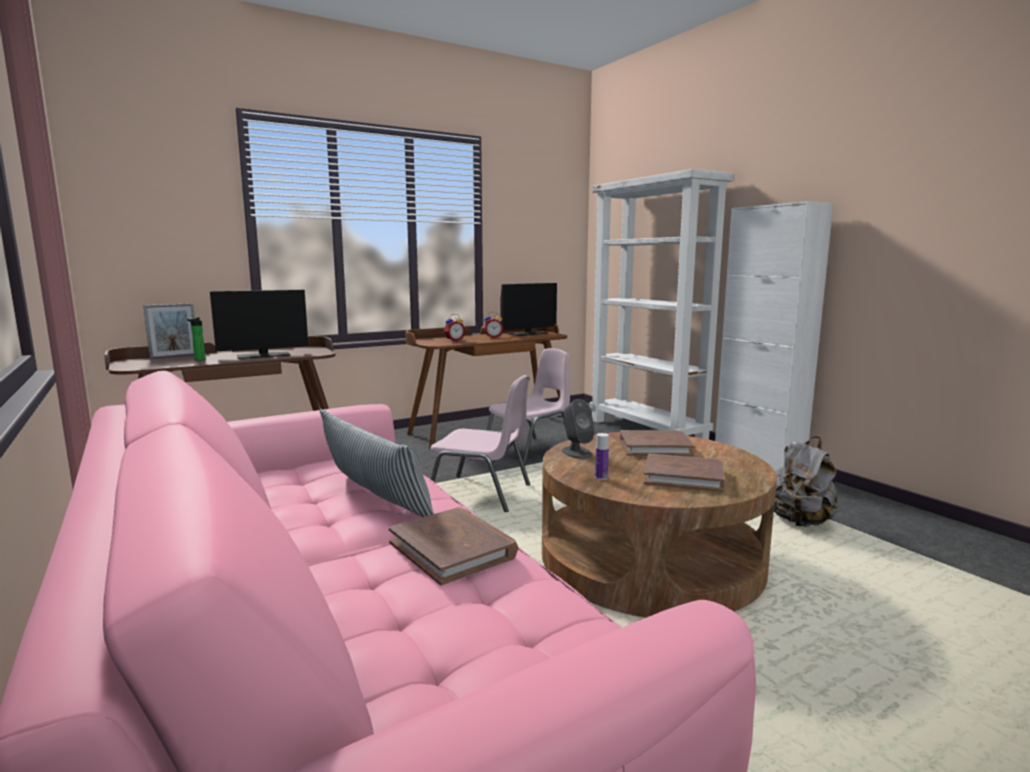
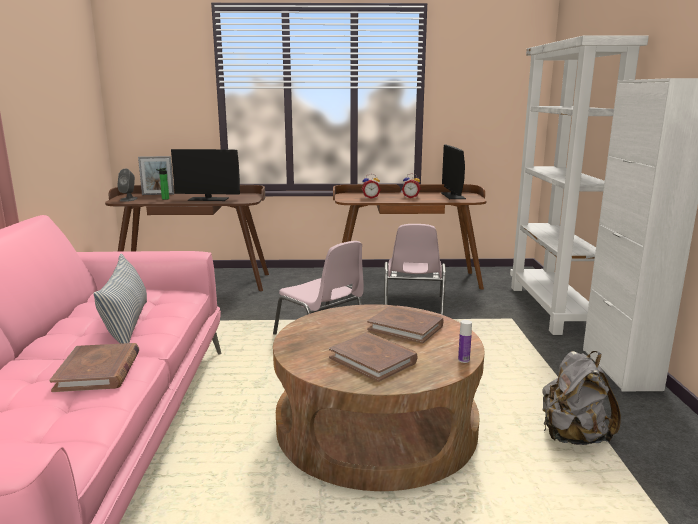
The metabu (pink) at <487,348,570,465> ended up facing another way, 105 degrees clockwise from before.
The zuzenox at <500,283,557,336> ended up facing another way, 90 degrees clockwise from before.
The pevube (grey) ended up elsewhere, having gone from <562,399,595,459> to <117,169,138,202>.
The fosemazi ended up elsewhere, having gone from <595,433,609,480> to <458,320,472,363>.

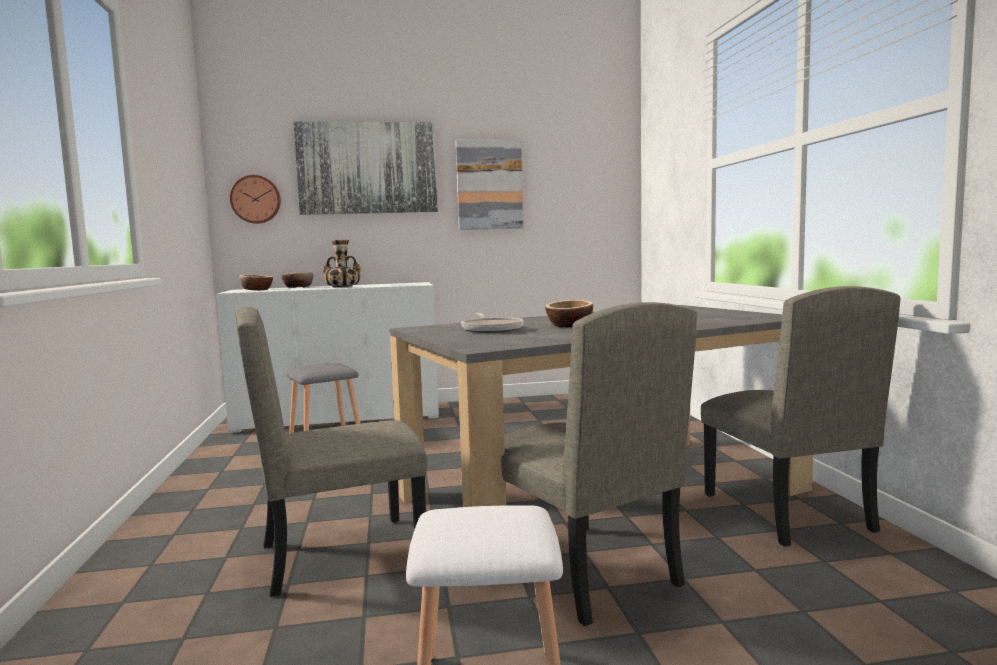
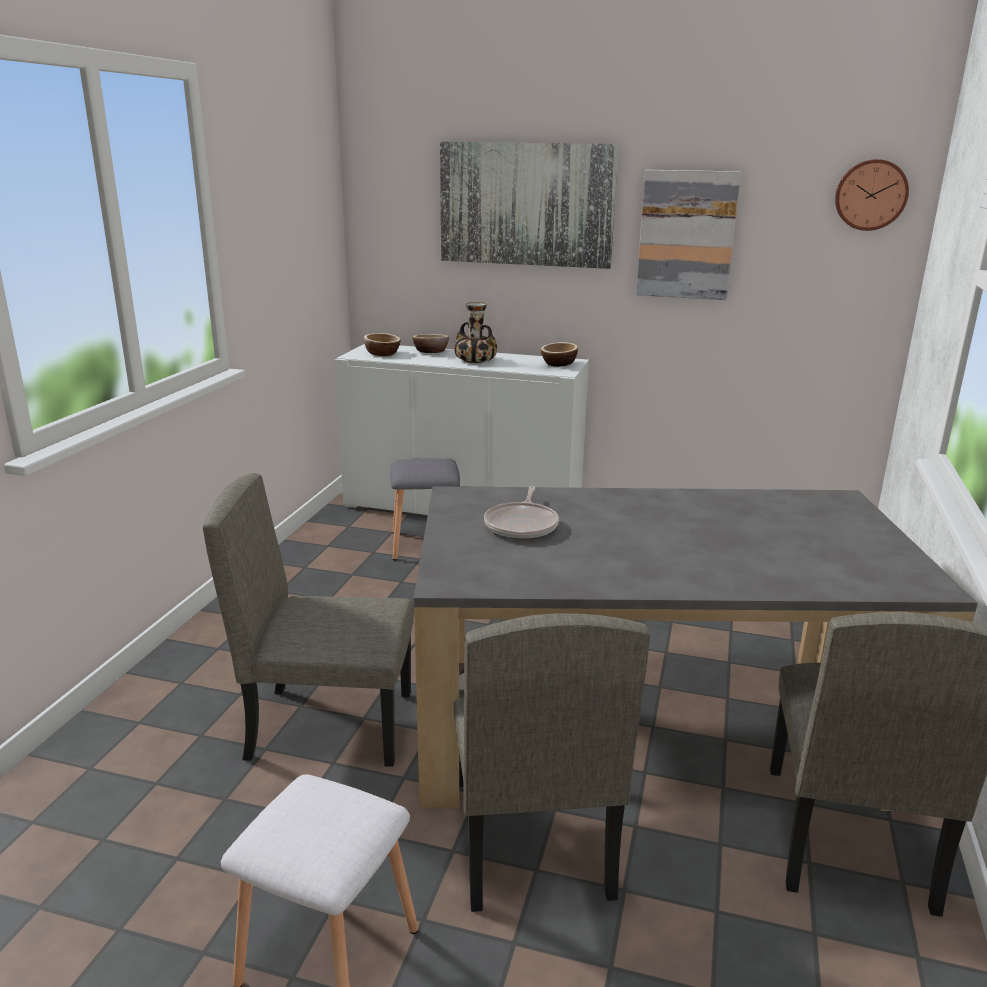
The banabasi ended up elsewhere, having gone from <230,175,281,224> to <835,159,909,231>.
The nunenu ended up elsewhere, having gone from <545,300,593,327> to <541,342,578,367>.

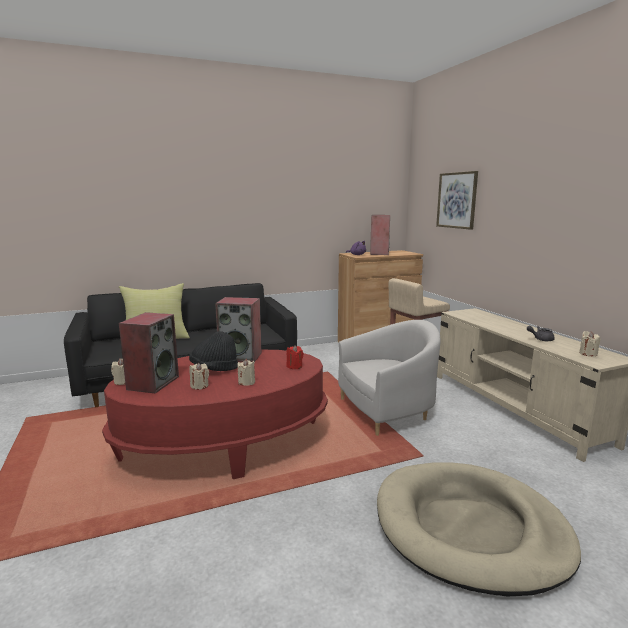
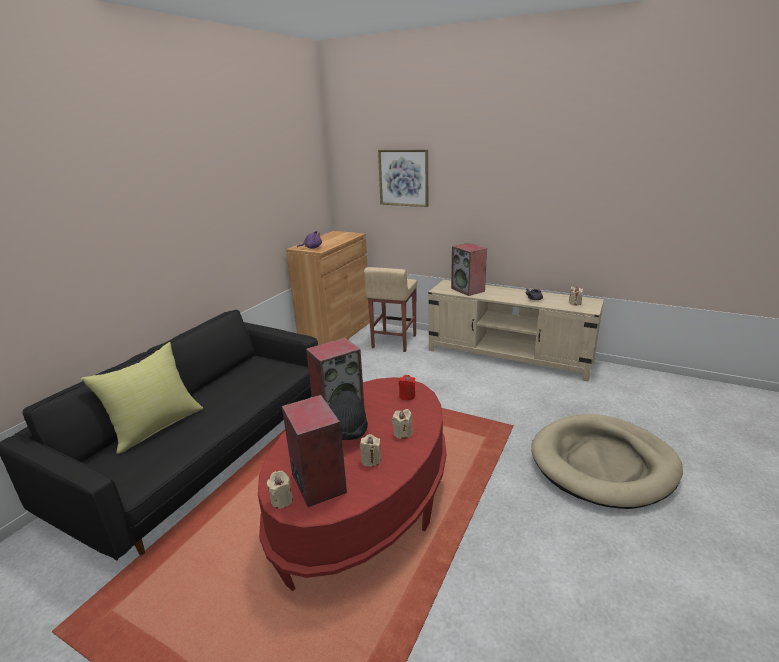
The second view lost the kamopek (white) at <338,320,440,436>.
The pevube ended up elsewhere, having gone from <370,215,390,255> to <451,243,487,296>.

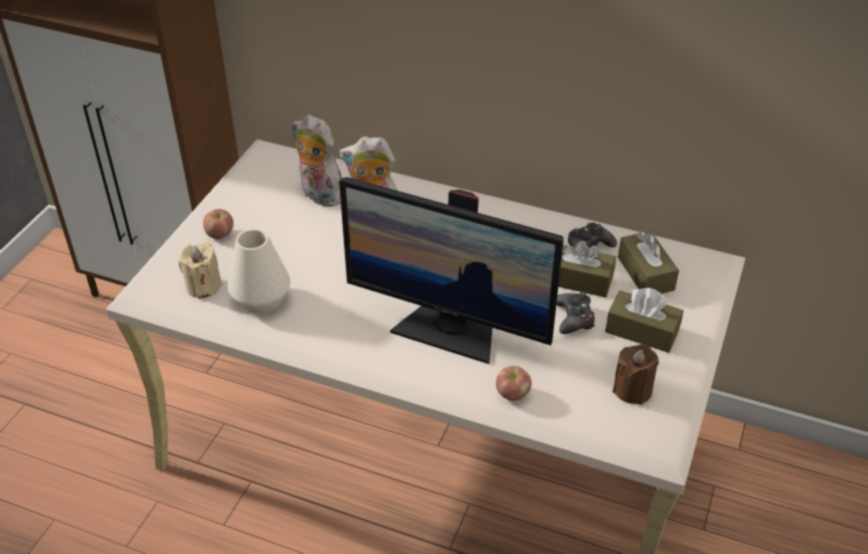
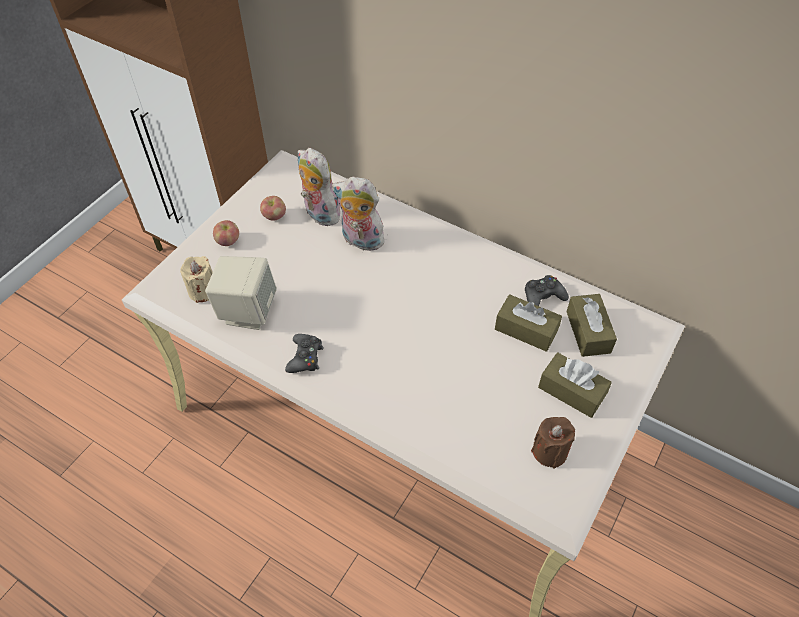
Where the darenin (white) stood at <227,229,290,314>, the pevube (beige) came to stand at <205,256,277,330>.
The second view lost the zuzenox at <339,177,564,364>.
The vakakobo ended up elsewhere, having gone from <496,366,532,401> to <260,196,286,221>.
The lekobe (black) ended up elsewhere, having gone from <556,291,595,334> to <285,334,324,373>.

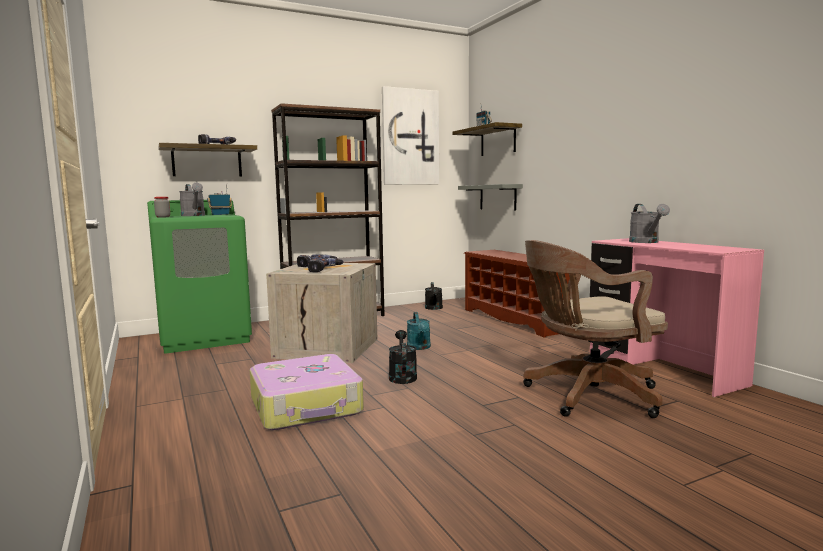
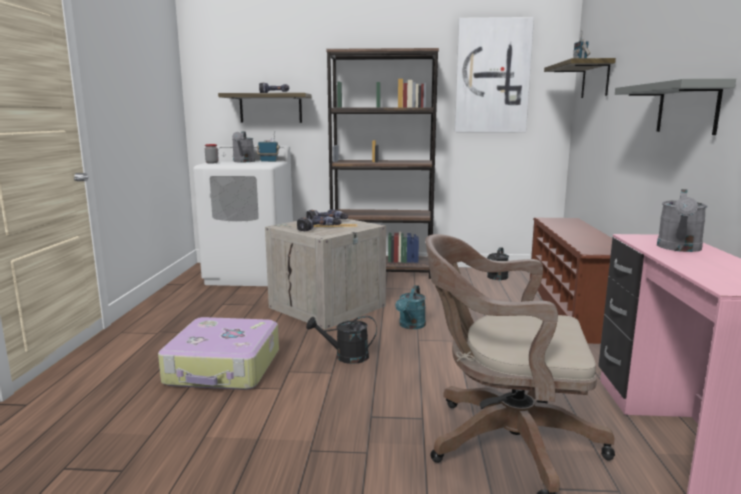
What was the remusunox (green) at <147,200,252,353> turned into the remusunox (white) at <193,145,293,286>.
The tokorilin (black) at <389,330,417,384> ended up facing another way, 120 degrees counterclockwise from before.
The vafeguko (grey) ended up elsewhere, having gone from <458,184,523,211> to <615,78,736,135>.

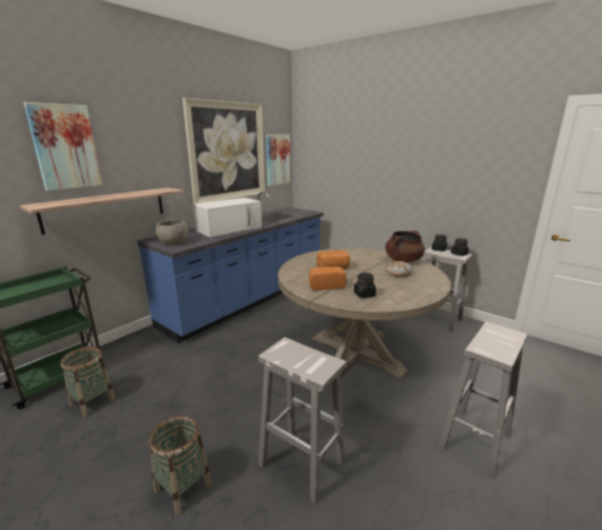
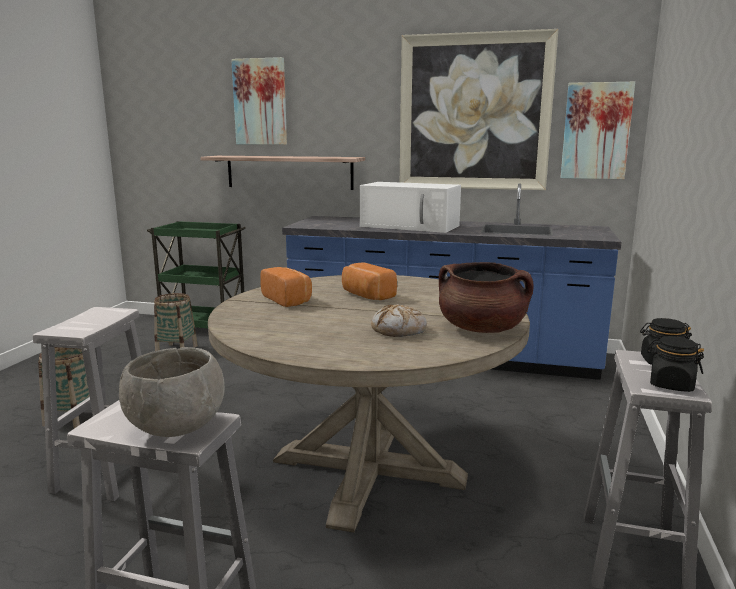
The nunenu (grey) ended up elsewhere, having gone from <156,219,188,245> to <119,347,225,437>.
The second view lost the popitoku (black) at <354,273,376,298>.

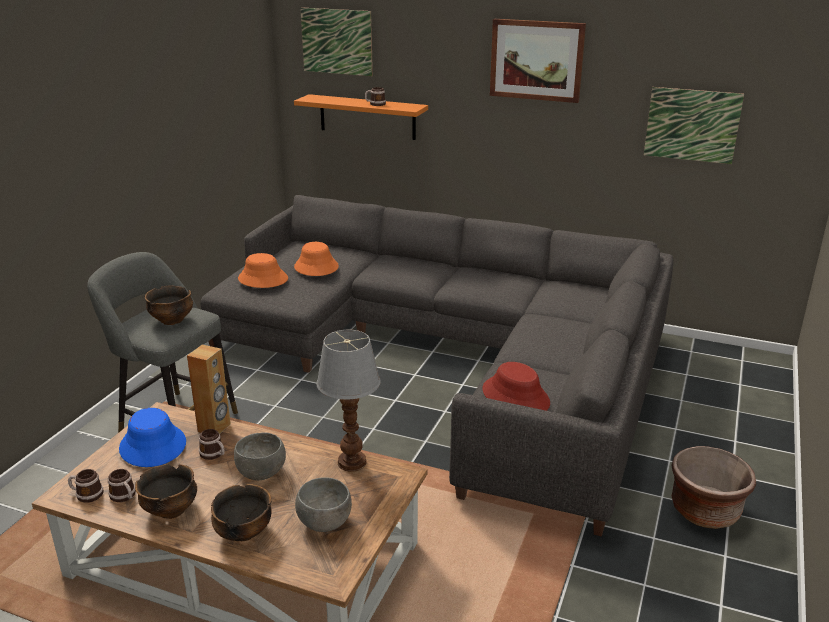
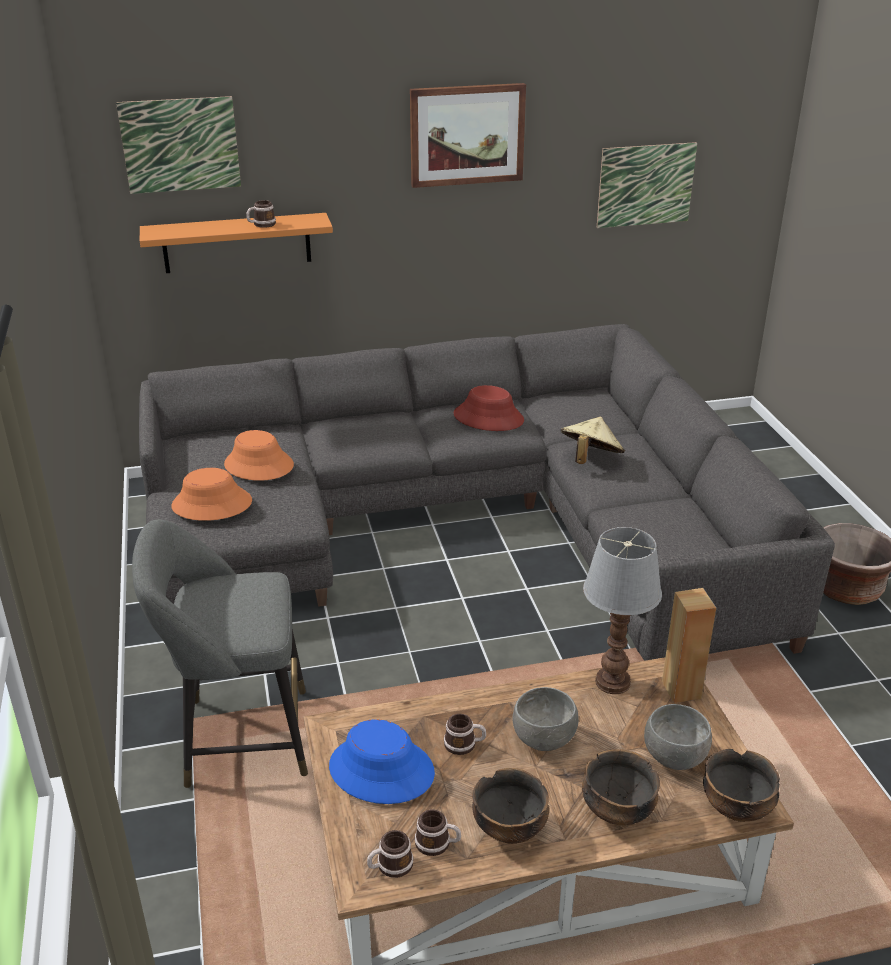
The nunenu ended up elsewhere, having gone from <144,286,193,325> to <703,749,780,822>.
The pevube (brown) ended up elsewhere, having gone from <187,345,231,434> to <662,588,716,703>.
The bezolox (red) ended up elsewhere, having gone from <483,362,550,411> to <454,385,524,431>.
The second view gained the bezolox (beige) at <560,417,625,464>.

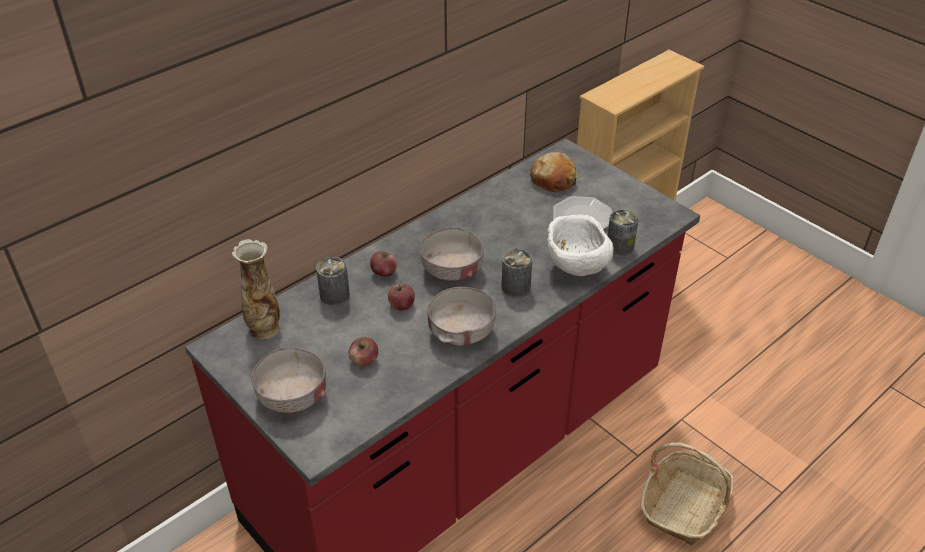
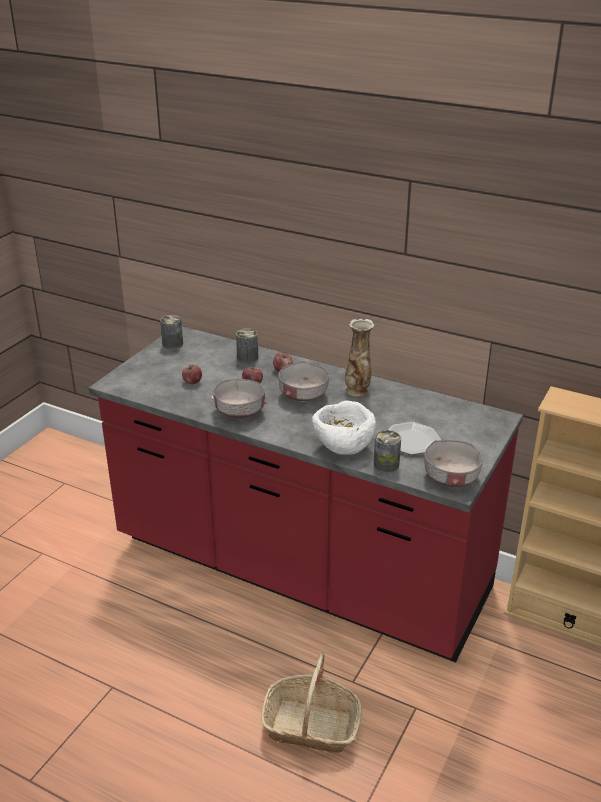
The darenin ended up elsewhere, having gone from <232,239,280,339> to <345,319,374,397>.
The nunenu (grey) ended up elsewhere, having gone from <251,348,326,414> to <424,440,483,487>.
The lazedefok ended up elsewhere, having gone from <501,249,532,298> to <160,315,183,349>.
The second view lost the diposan at <530,152,579,192>.

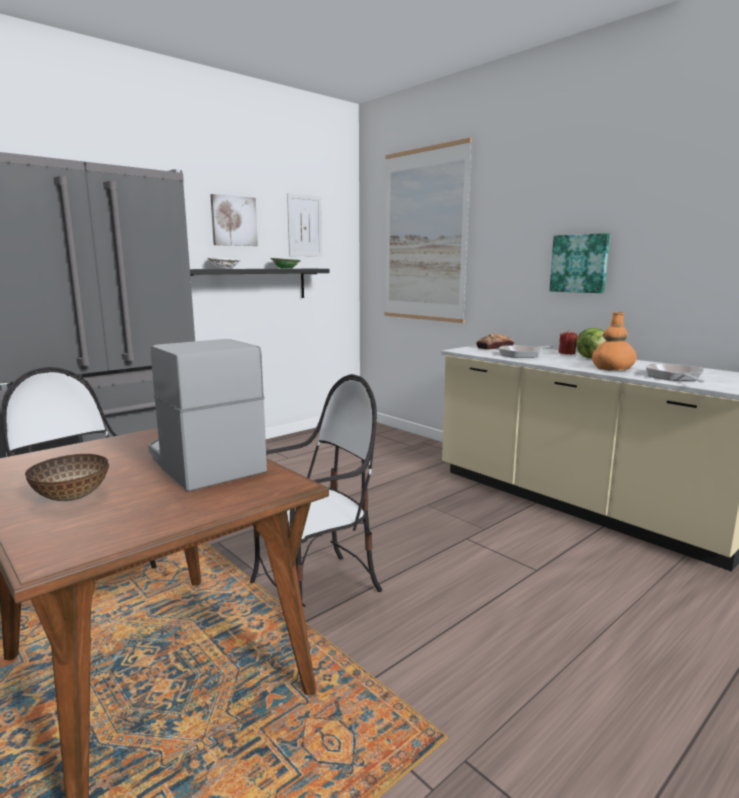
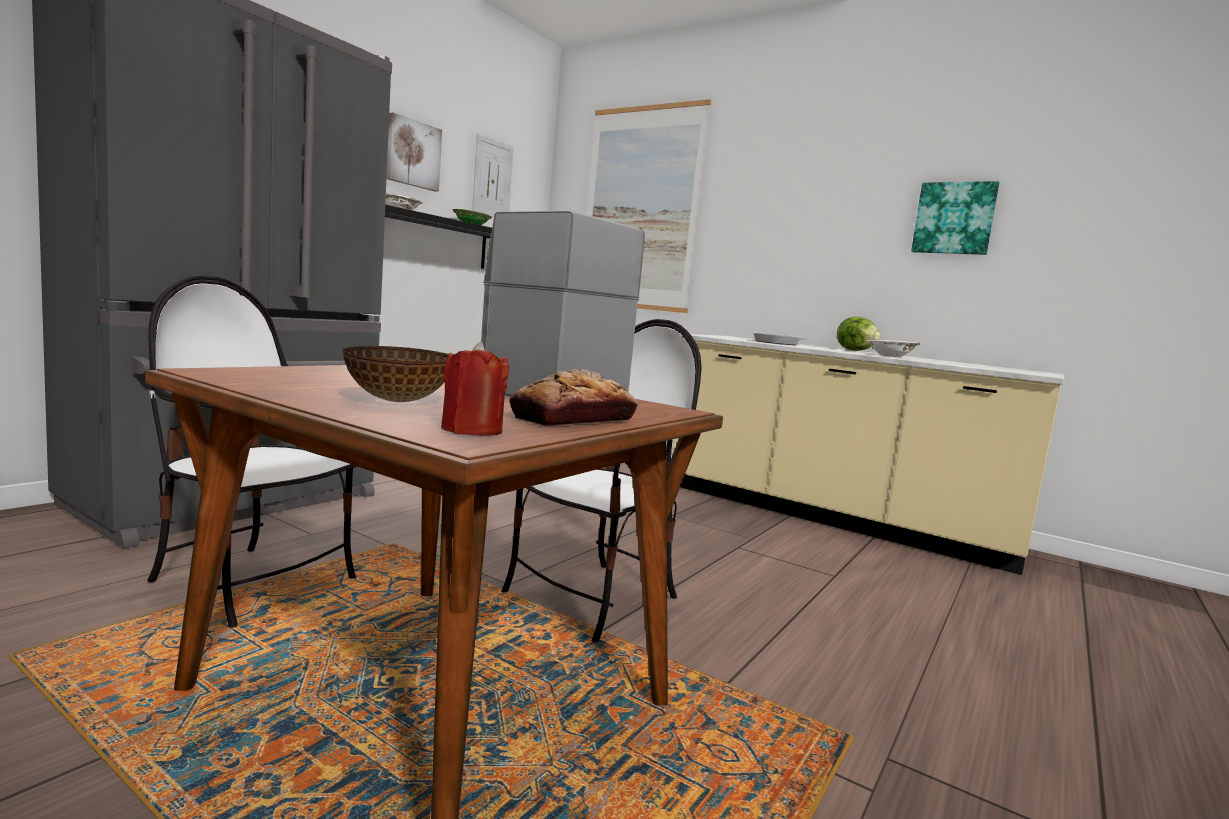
The diposan ended up elsewhere, having gone from <476,333,514,350> to <509,369,638,426>.
The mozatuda ended up elsewhere, having gone from <549,233,610,293> to <911,181,999,255>.
The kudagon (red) ended up elsewhere, having gone from <558,330,578,354> to <441,342,509,436>.
Where the darenin (orange) stood at <592,312,637,371>, the nunenu (white) came to stand at <867,340,921,357>.
The second view lost the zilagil at <646,364,704,383>.

